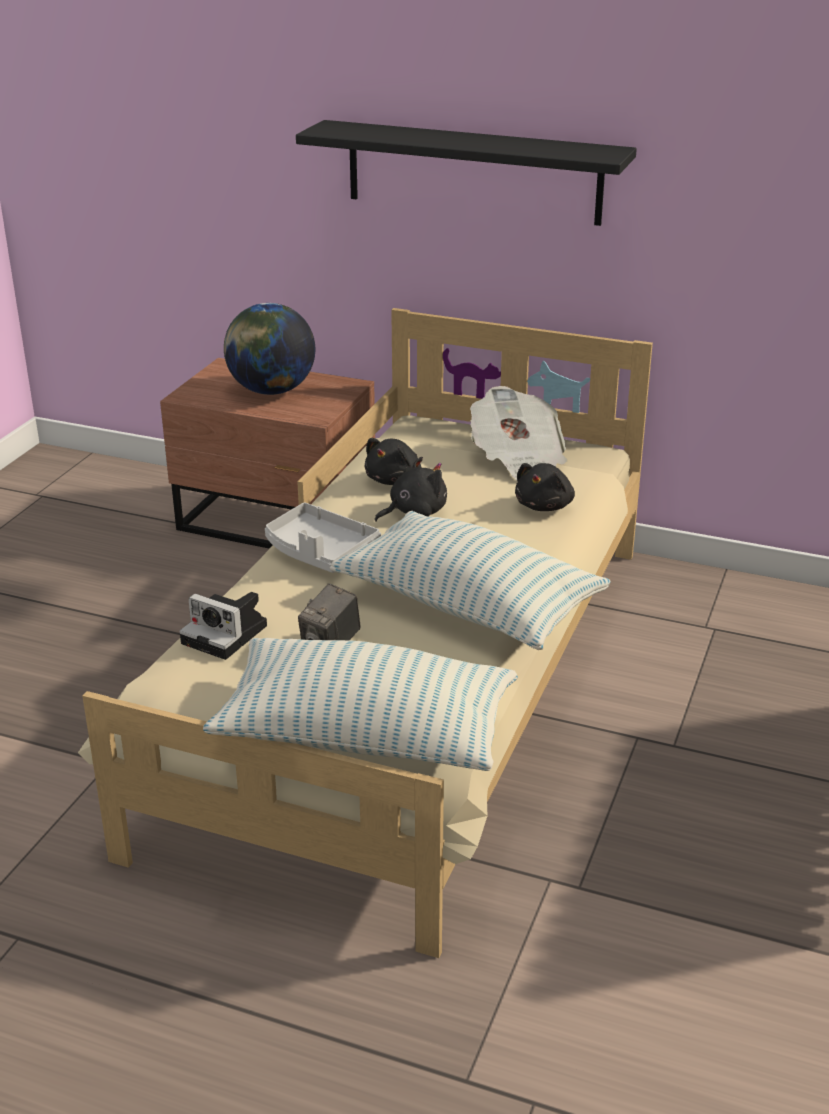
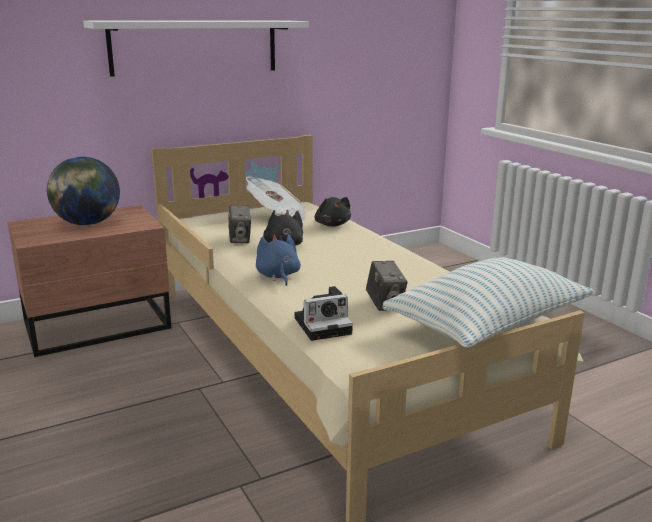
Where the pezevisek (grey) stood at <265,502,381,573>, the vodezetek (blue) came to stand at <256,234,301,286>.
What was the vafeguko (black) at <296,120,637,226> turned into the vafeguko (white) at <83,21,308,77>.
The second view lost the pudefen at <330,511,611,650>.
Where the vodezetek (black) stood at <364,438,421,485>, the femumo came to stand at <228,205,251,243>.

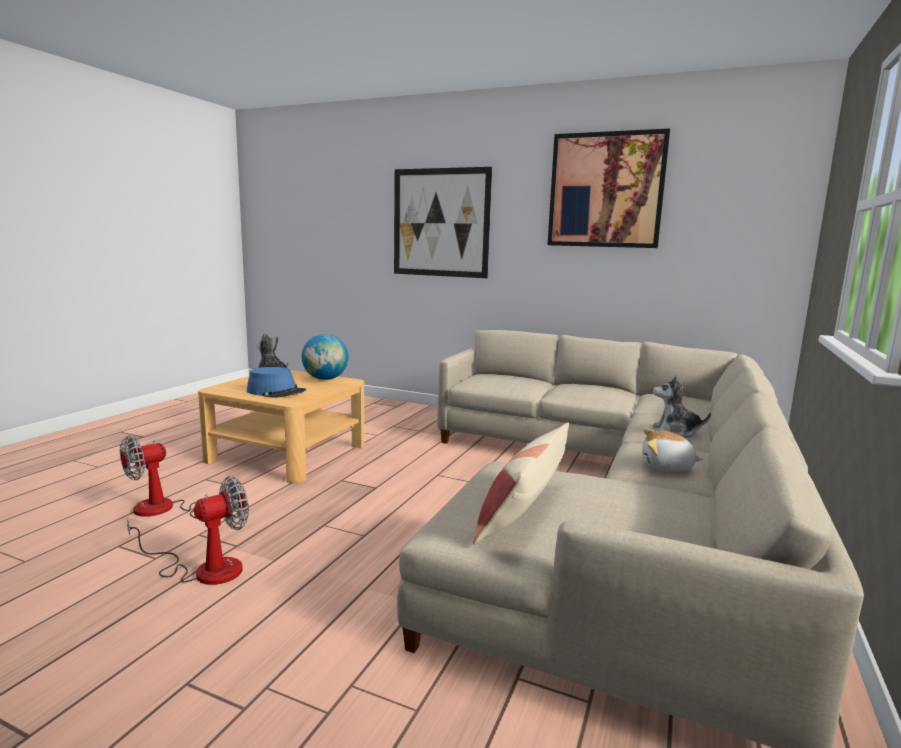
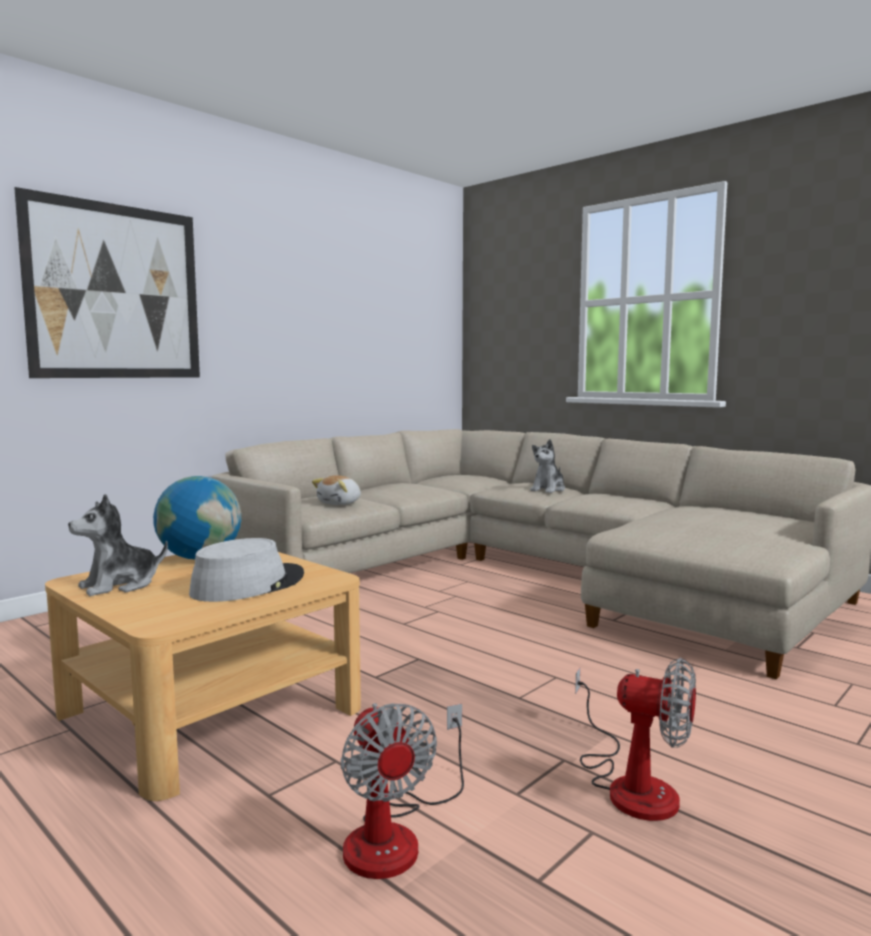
The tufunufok at <127,476,249,585> ended up facing another way, 135 degrees clockwise from before.
What was the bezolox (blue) at <247,367,306,398> turned into the bezolox (grey) at <189,538,304,602>.
The second view lost the pudefen at <473,423,569,544>.
The second view lost the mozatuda at <548,128,670,248>.
The vodezetek ended up elsewhere, having gone from <642,429,703,471> to <312,475,361,505>.

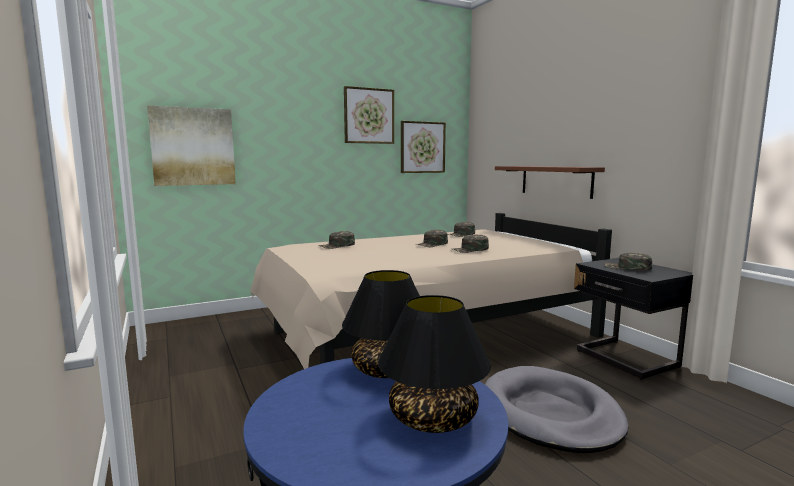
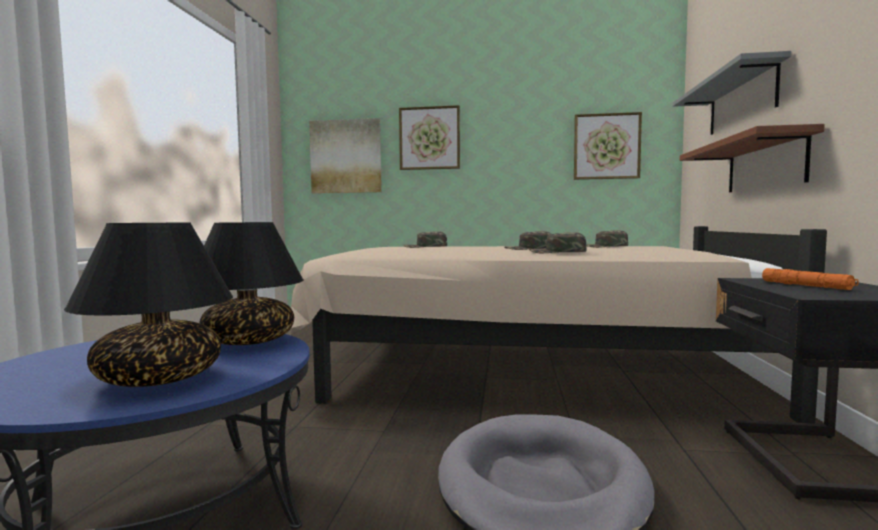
The mozatuda ended up elsewhere, having gone from <344,86,394,144> to <399,105,460,170>.
Where the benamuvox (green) stood at <604,253,652,271>, the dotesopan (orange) came to stand at <762,268,859,290>.
The second view gained the vafeguko (grey) at <673,51,791,135>.

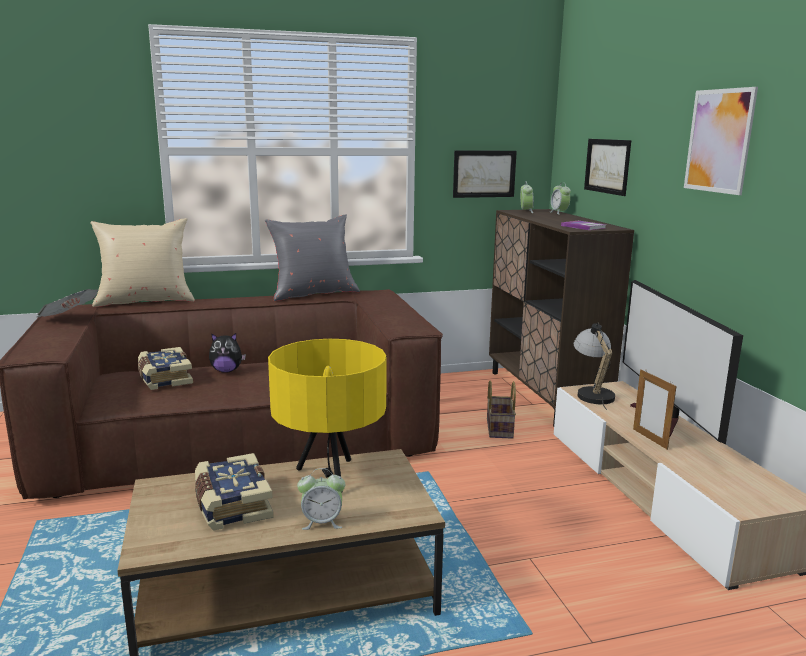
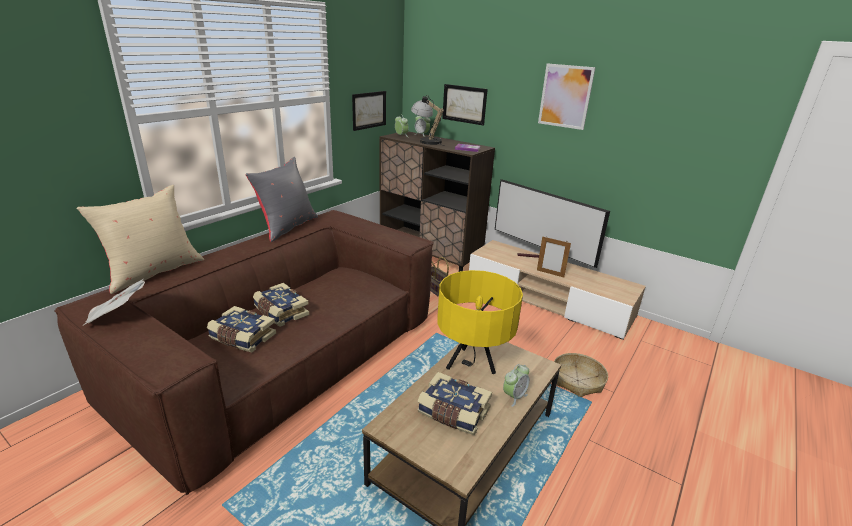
Where the vodezetek stood at <209,333,246,373>, the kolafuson came to stand at <253,283,309,327>.
The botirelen ended up elsewhere, having gone from <574,323,615,410> to <411,95,444,146>.
The second view gained the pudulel at <554,353,608,397>.

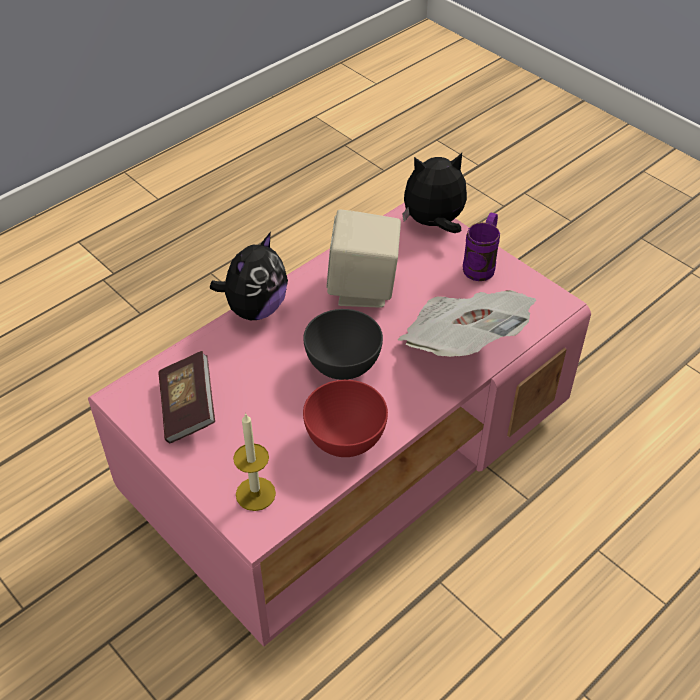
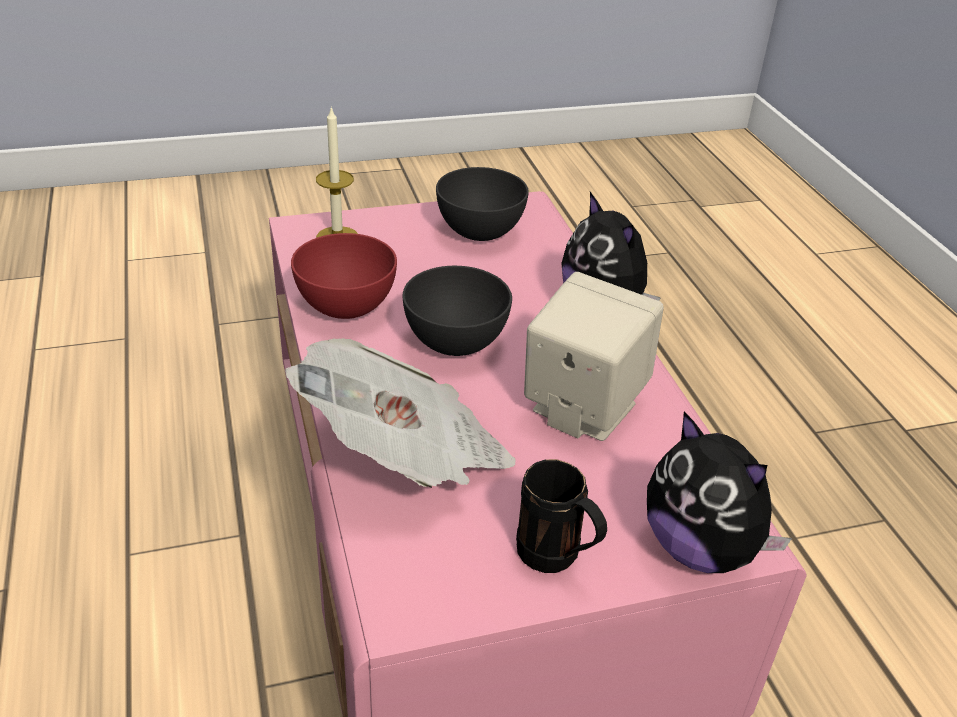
Where the kolafuson stood at <158,351,215,443>, the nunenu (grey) came to stand at <436,167,529,241>.
The vodezetek at <402,153,467,233> ended up facing another way, 120 degrees clockwise from before.
What was the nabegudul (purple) at <463,213,500,281> turned into the nabegudul (black) at <516,459,607,573>.

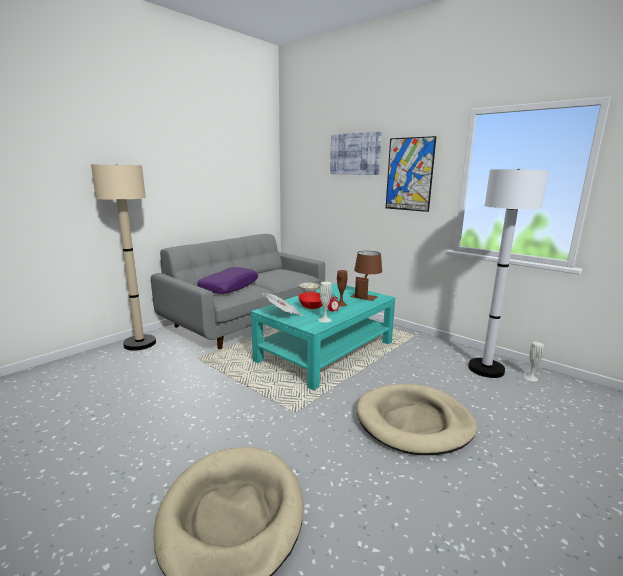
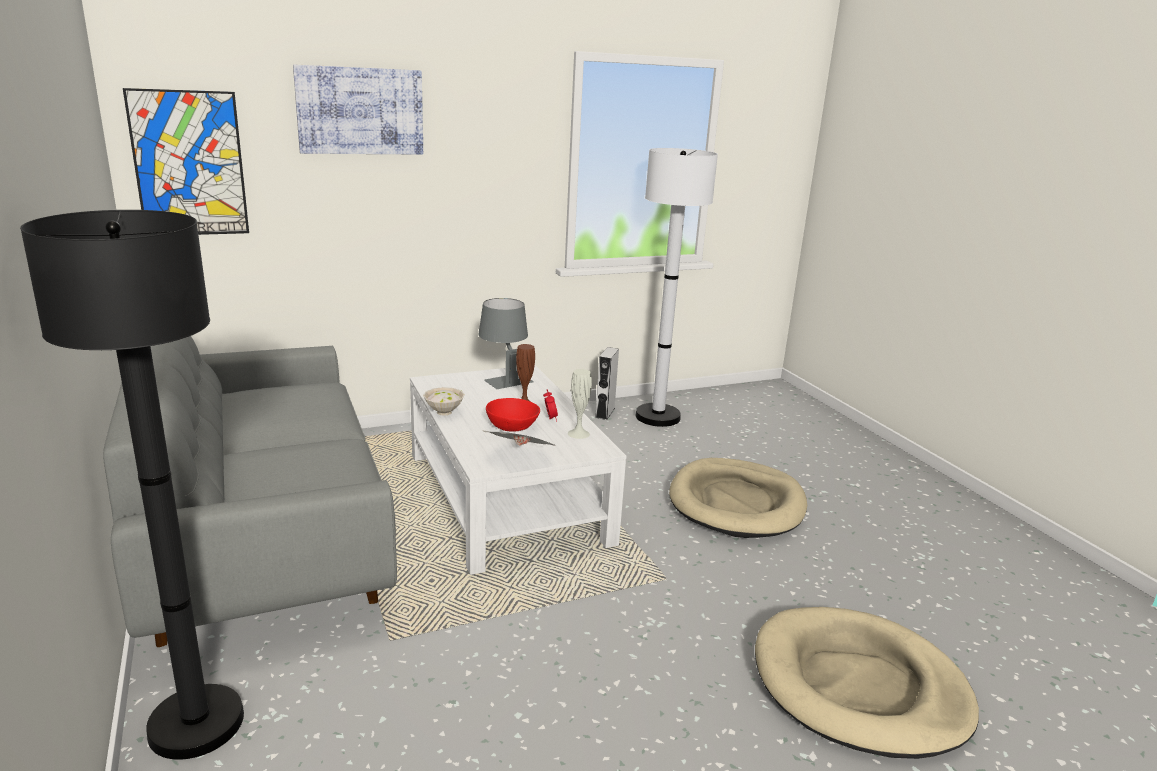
What was the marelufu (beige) at <91,164,156,351> turned into the marelufu (black) at <20,210,244,760>.
The second view lost the pudefen (purple) at <197,267,258,294>.
What was the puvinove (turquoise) at <251,283,395,390> turned into the puvinove (white) at <410,365,626,575>.
What was the botirelen (brown) at <350,251,382,301> turned into the botirelen (grey) at <478,298,534,389>.
The mozatuda ended up elsewhere, having gone from <386,136,436,212> to <123,88,249,235>.
The second view lost the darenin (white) at <524,342,544,381>.
The second view gained the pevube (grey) at <595,347,619,420>.

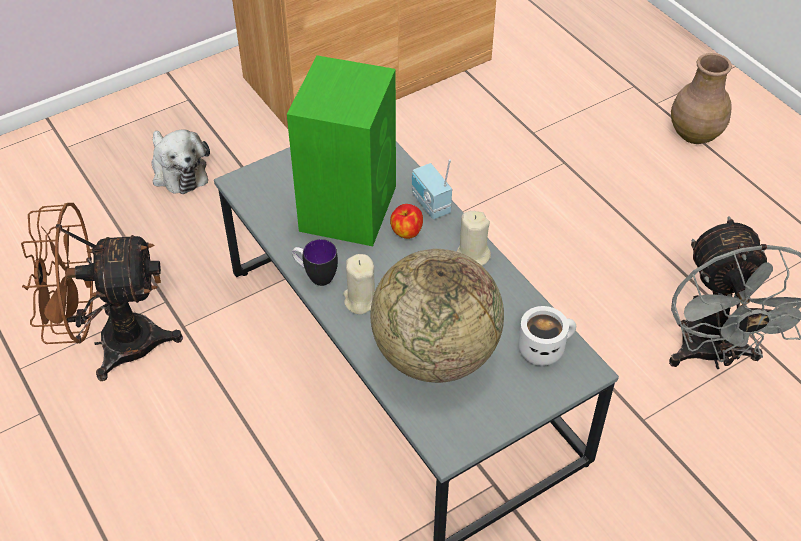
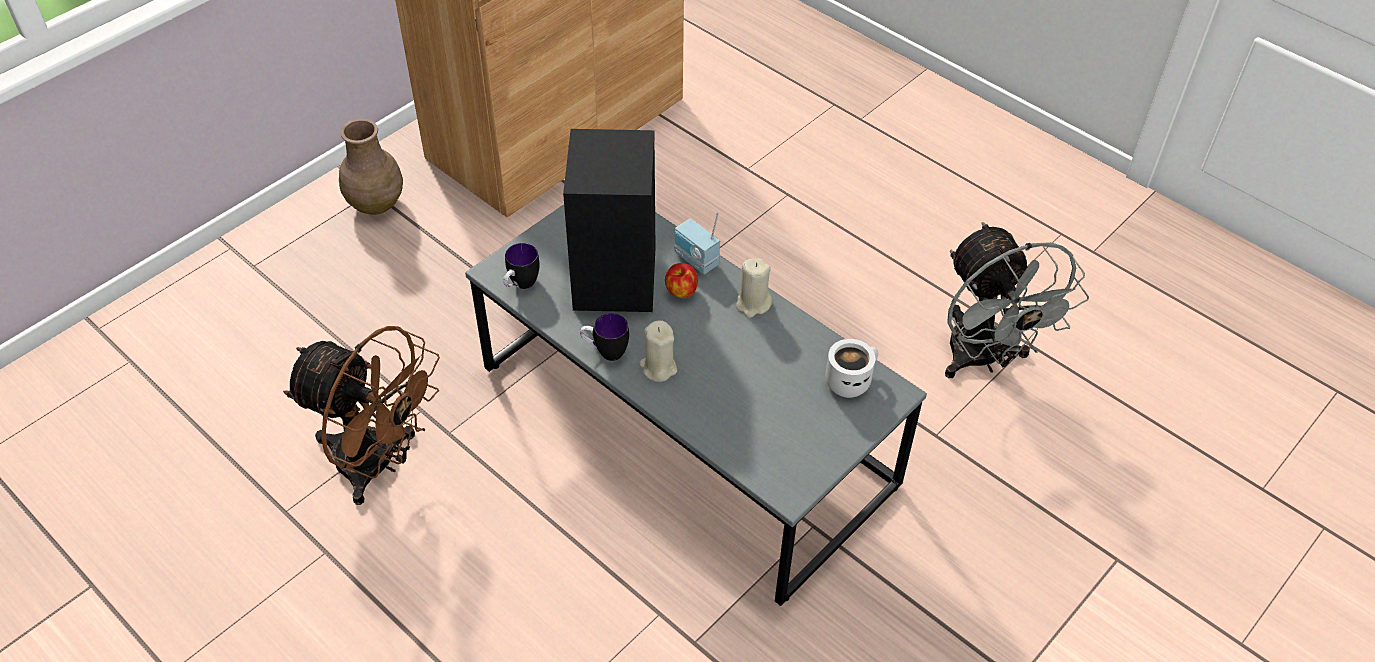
The tufunufok (brown) at <21,203,183,381> ended up facing another way, 135 degrees counterclockwise from before.
The second view lost the vodezetek at <151,129,210,194>.
What was the pevube (green) at <287,55,396,246> turned into the pevube (black) at <563,129,655,312>.
The second view lost the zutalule at <370,249,504,383>.
The darenin (brown) ended up elsewhere, having gone from <671,53,732,144> to <339,119,403,215>.
The second view gained the nabegudul at <503,243,539,289>.

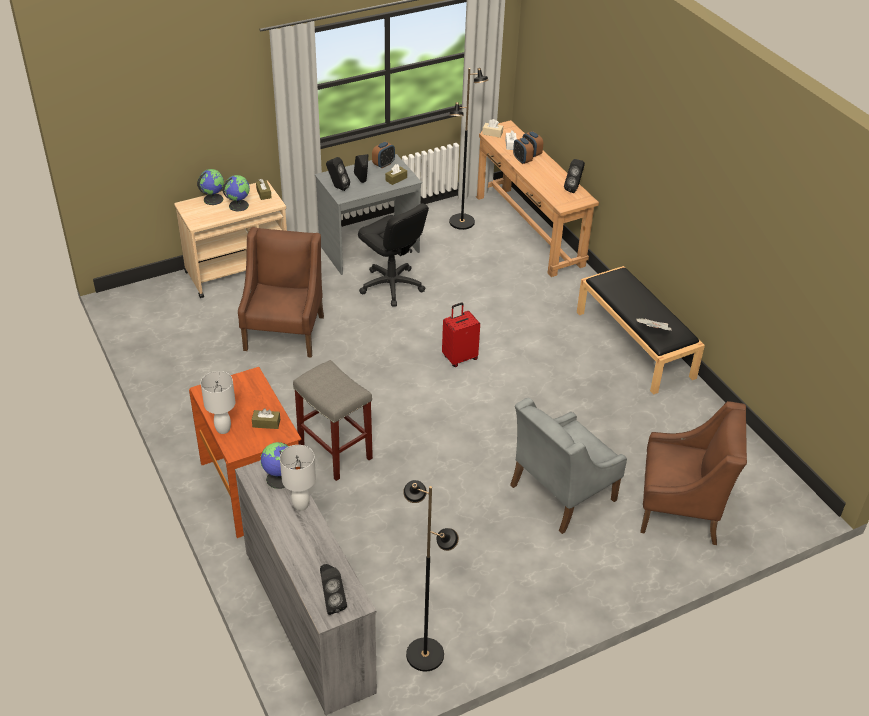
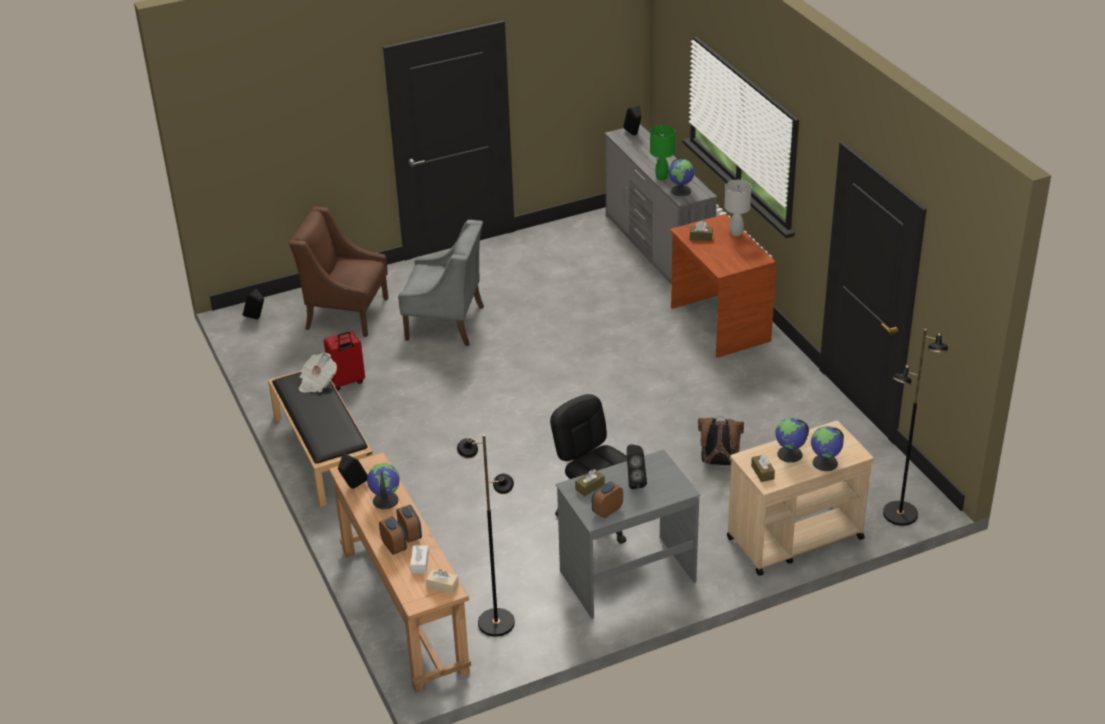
Where the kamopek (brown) stood at <238,227,324,358>, the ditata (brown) came to stand at <698,416,744,465>.
What was the botirelen (white) at <280,445,316,511> turned into the botirelen (green) at <650,125,675,180>.
The second view lost the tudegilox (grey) at <293,360,373,481>.
The pevube (black) ended up elsewhere, having gone from <326,157,350,191> to <243,289,264,319>.
The marelufu (black) ended up elsewhere, having gone from <403,480,459,671> to <883,329,948,526>.
The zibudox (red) ended up elsewhere, having gone from <442,303,480,367> to <324,331,365,391>.
The kamopek (grey) at <510,397,627,534> ended up facing another way, 45 degrees clockwise from before.
The second view gained the zutalule at <367,463,400,509>.

